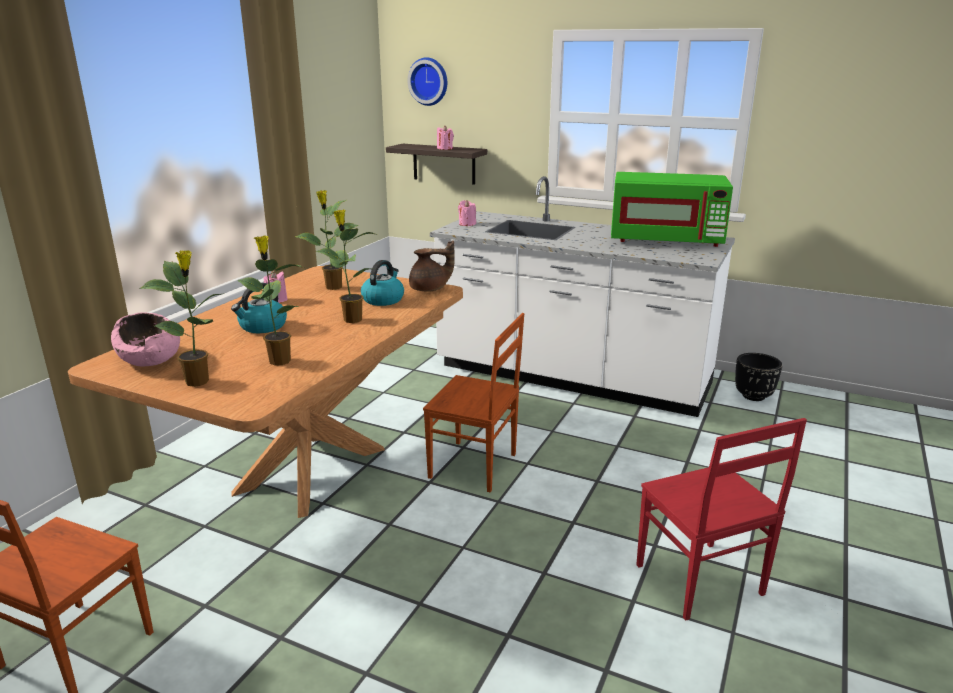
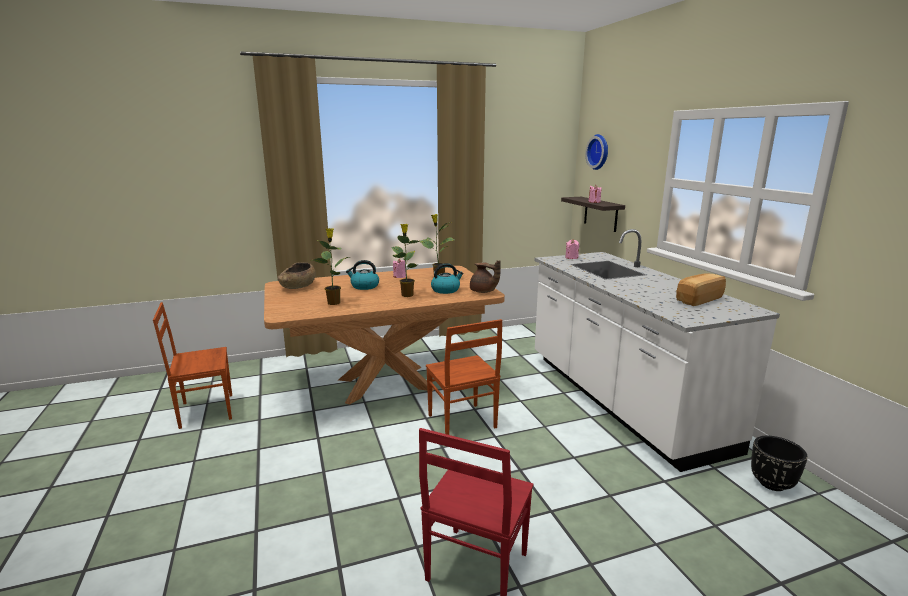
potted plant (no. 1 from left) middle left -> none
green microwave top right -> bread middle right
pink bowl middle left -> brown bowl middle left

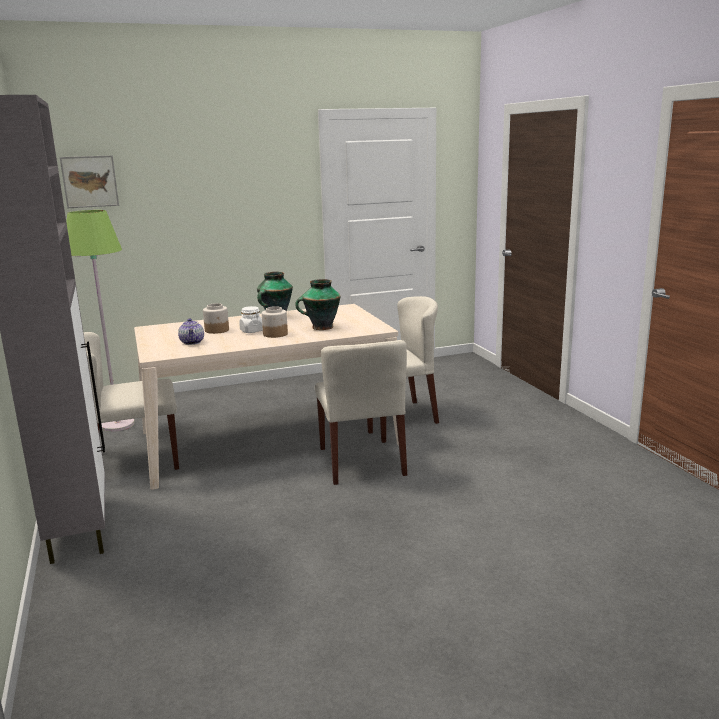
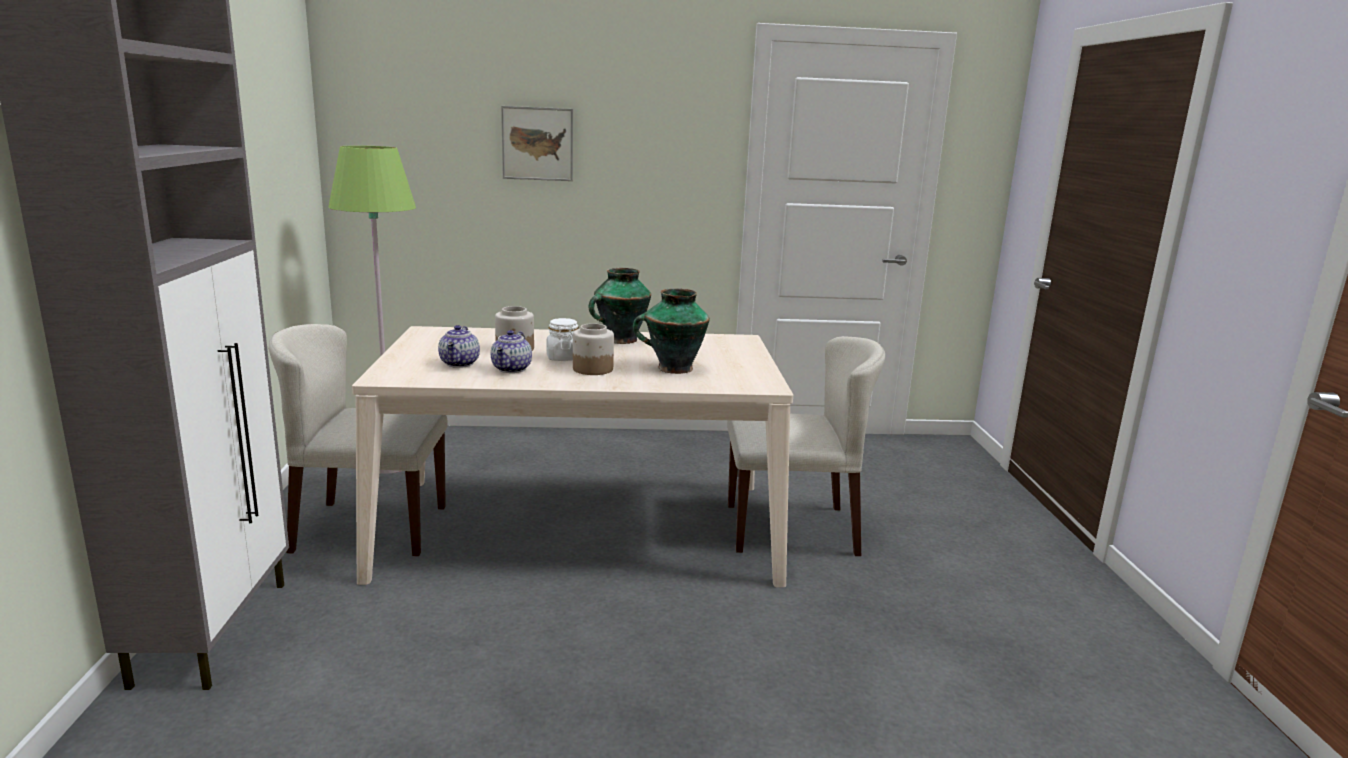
beige chair (no. 2 from left) centre -> none
none -> teapot (no. 2 from left) centre
picture top left -> picture top centre, relocated

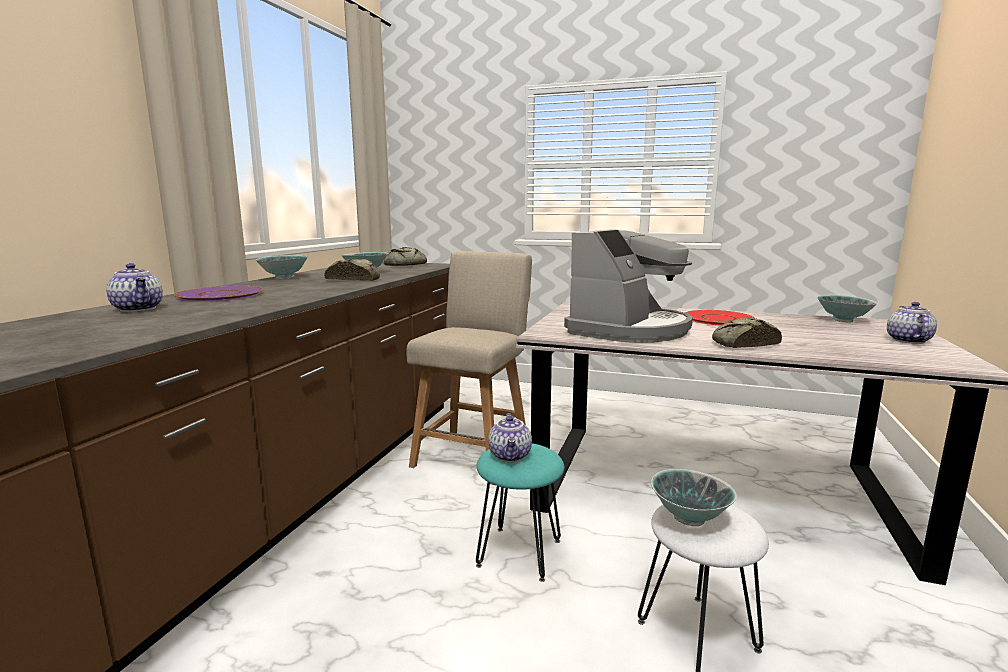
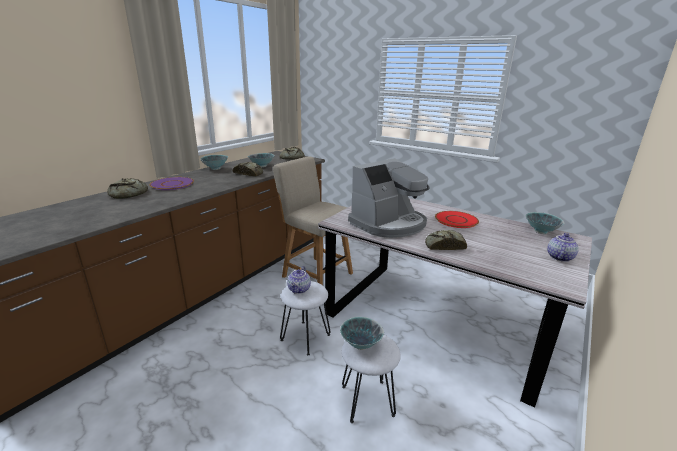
teapot (no. 1 from left) middle left -> bread (no. 1 from left) middle left
turquoise stool bottom centre -> white stool (no. 1 from left) bottom centre
beige chair centre, 90 degrees counterclockwise

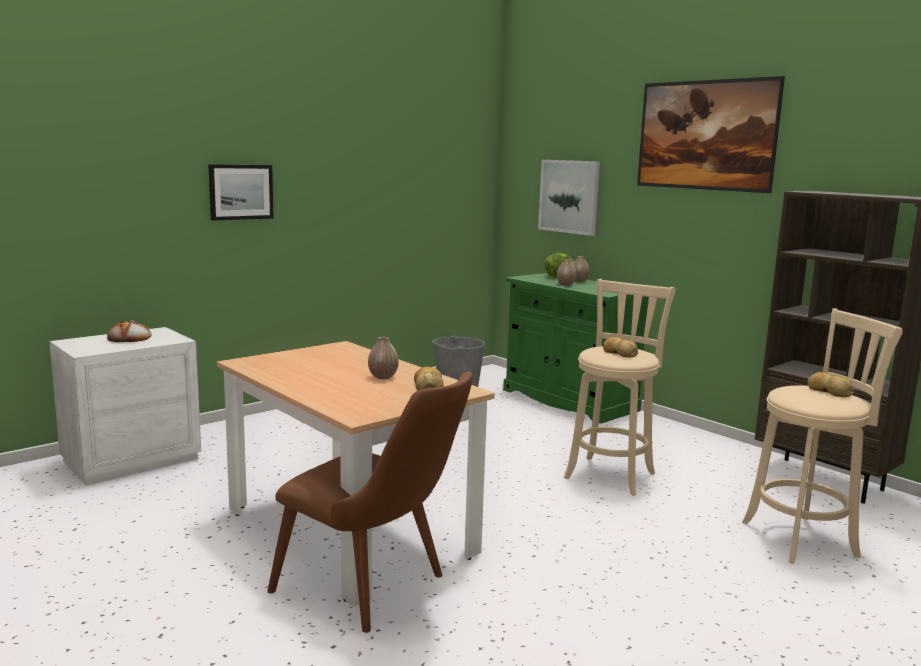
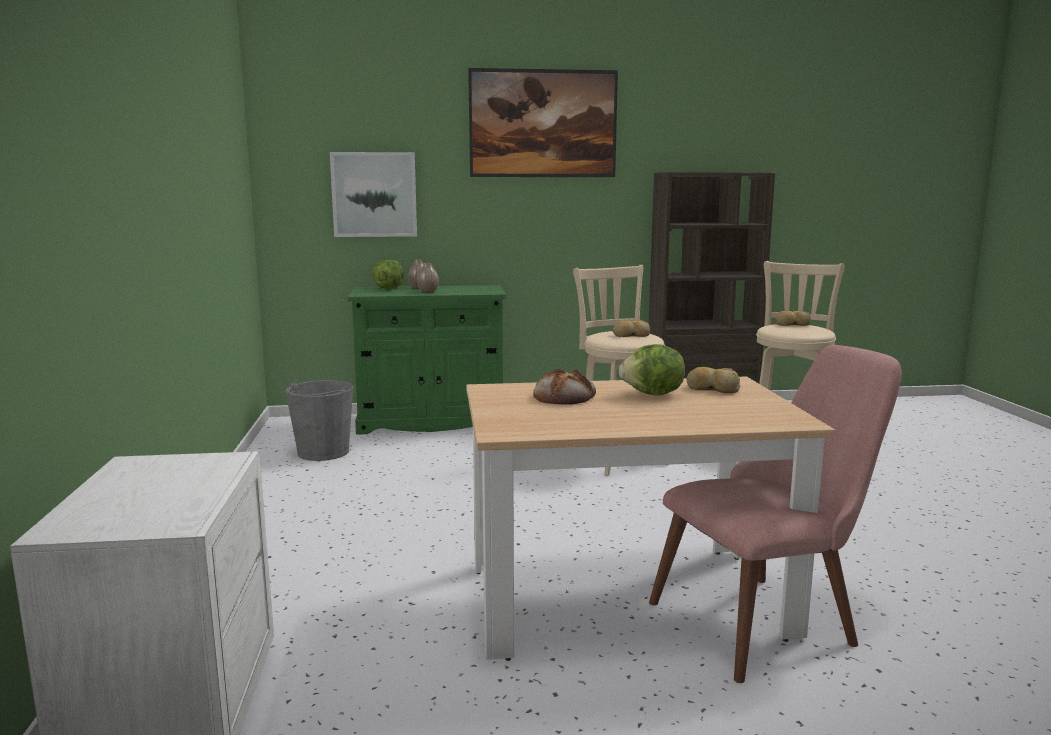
picture (no. 1 from left) top left -> none
bread (no. 1 from left) middle left -> bread (no. 1 from left) centre, relocated
vase (no. 1 from left) centre -> lettuce (no. 2 from left) centre
brown chair bottom centre -> pink chair bottom right

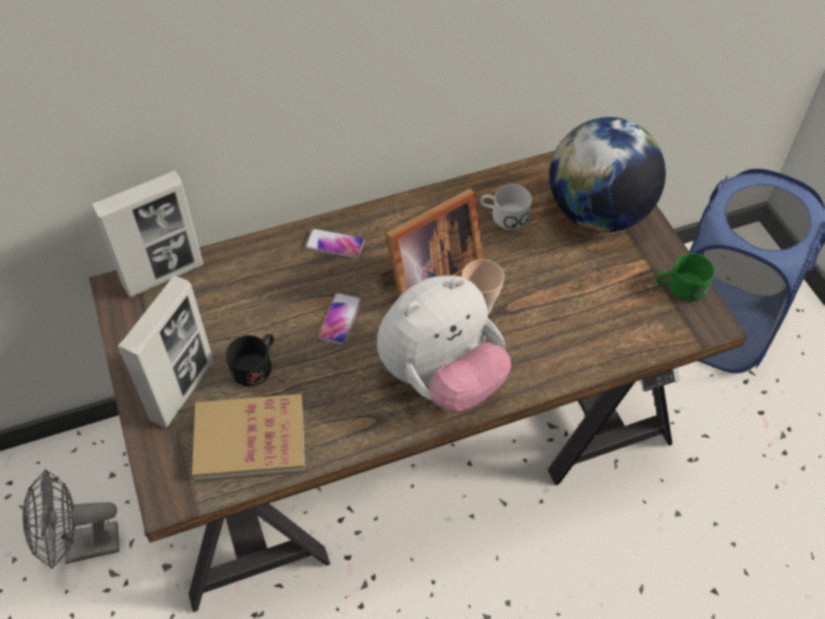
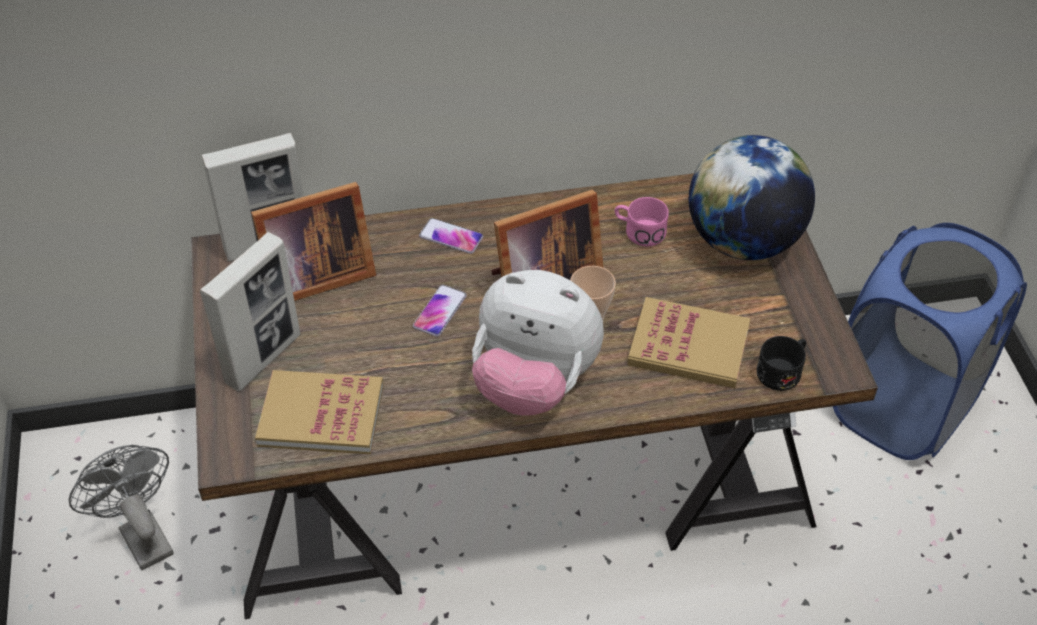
green mug middle right -> none
none -> picture frame (no. 3 from left) middle left
none -> book (no. 2 from left) centre
black mug middle left -> black mug middle right, relocated
white mug centre -> pink mug centre
grey fan bottom left, 60 degrees clockwise
plush toy centre, 45 degrees clockwise

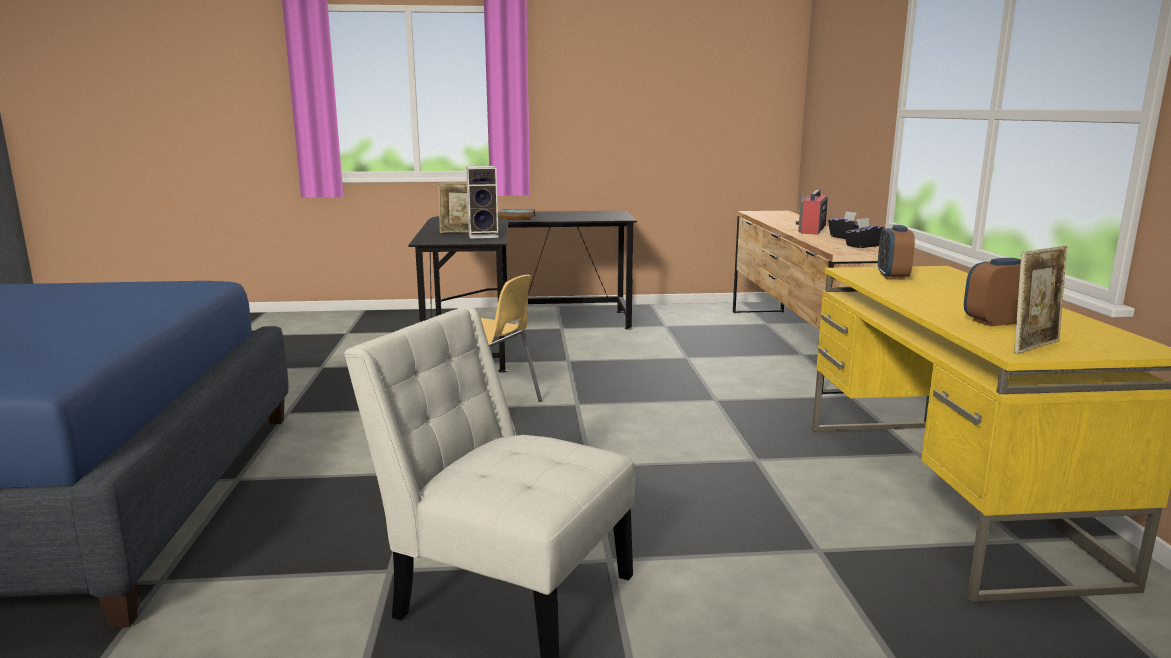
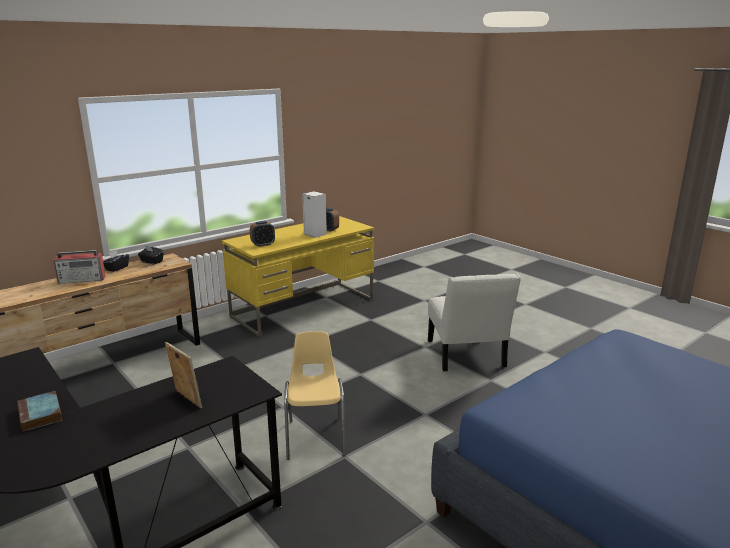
picture frame (no. 2 from left) middle right -> none
speaker top centre -> speaker centre, relocated

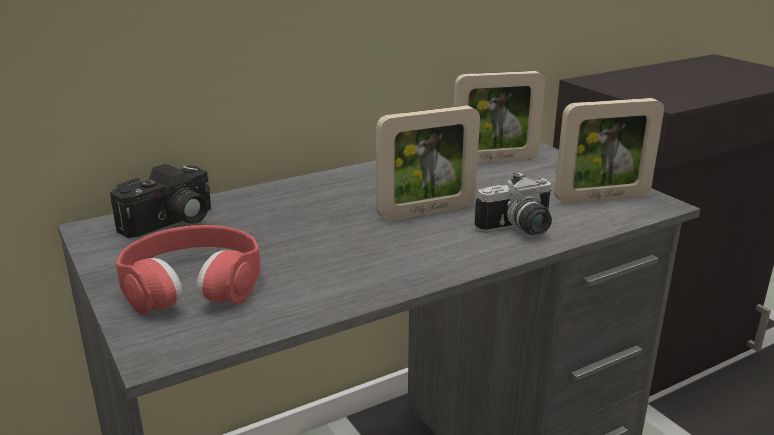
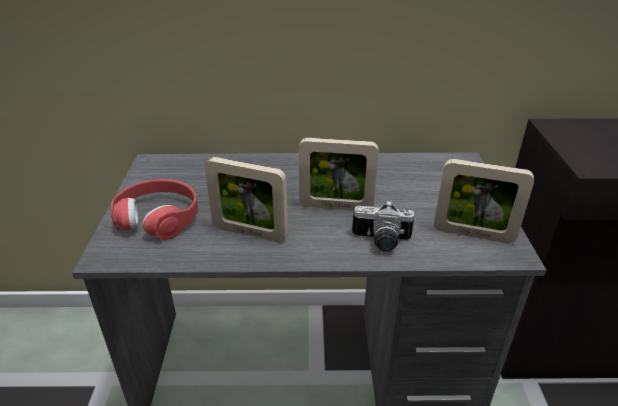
photo camera (no. 1 from left) middle left -> none
picture frame (no. 2 from left in the first image) top centre -> picture frame (no. 1 from left) centre, relocated

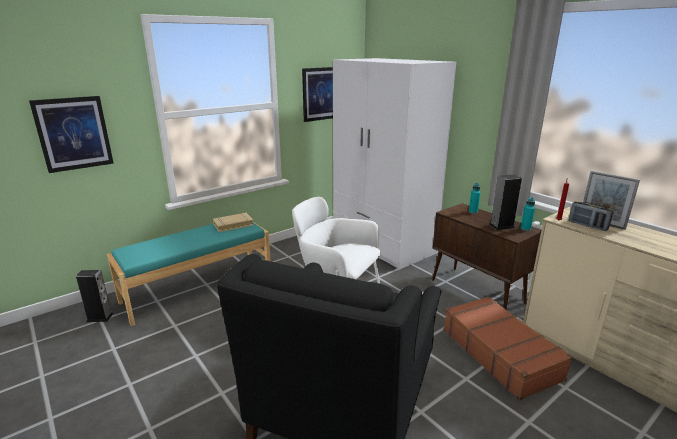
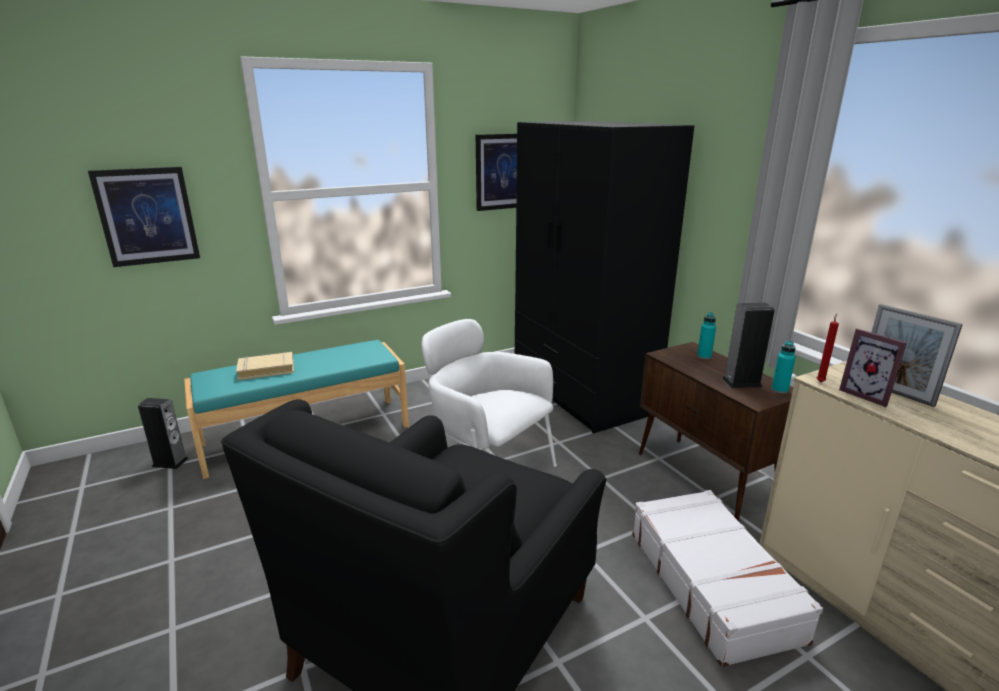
beige book centre -> beige book middle left, relocated
radio middle right -> picture frame (no. 1 from left) middle right
white wardrobe centre -> black wardrobe centre
brown suitcase bottom right -> white suitcase bottom right

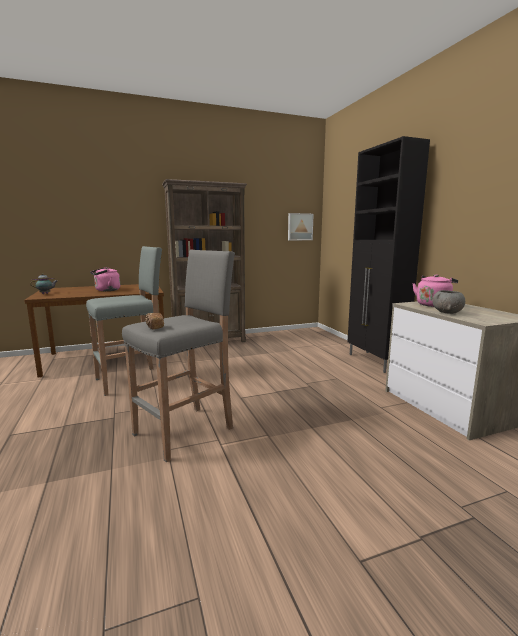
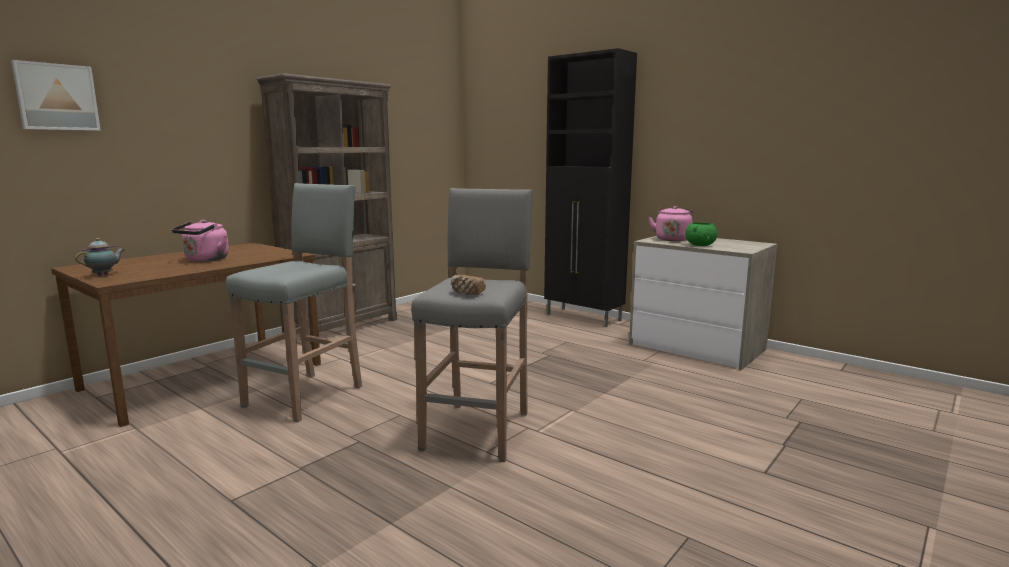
picture centre -> picture top left, relocated
grey bowl middle right -> green bowl middle right

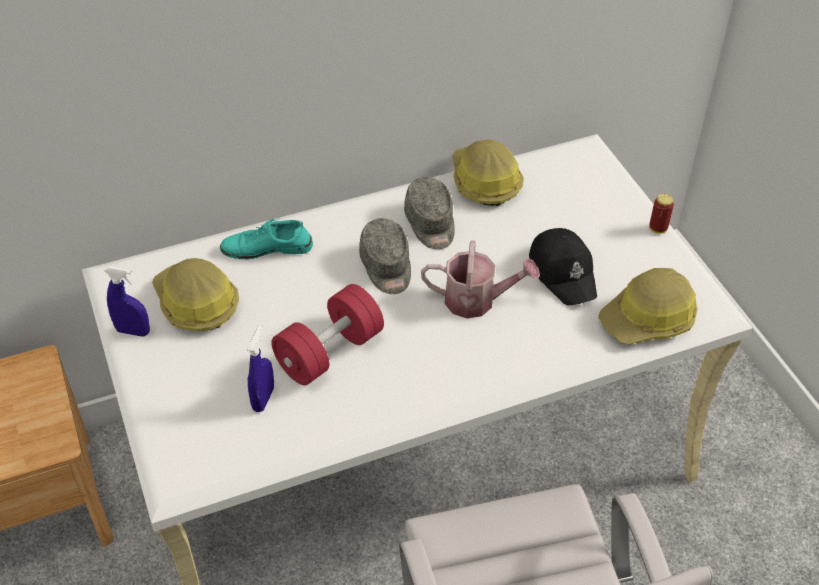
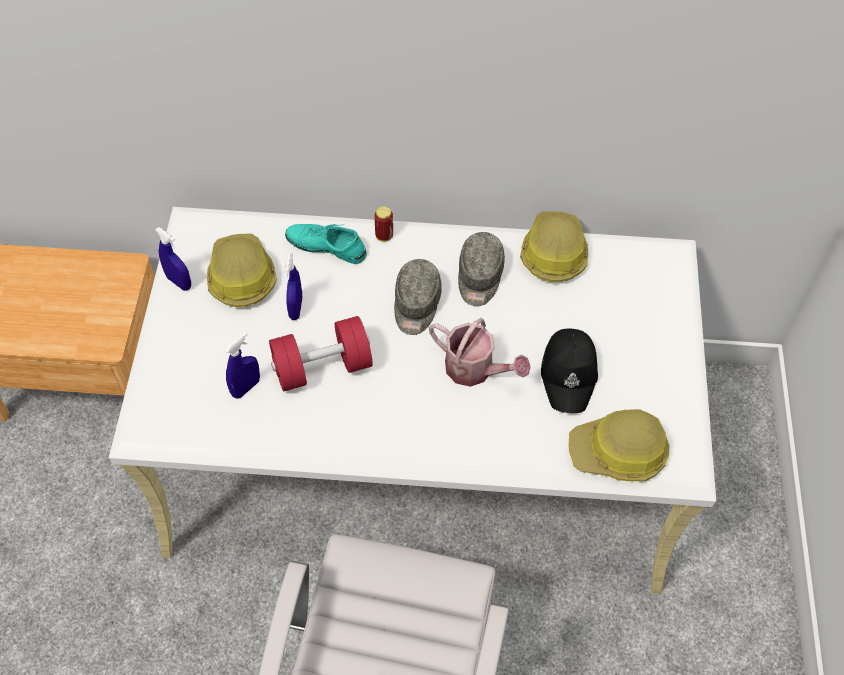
none -> blue spray bottle (no. 3 from left) centre
can middle right -> can top centre, relocated

